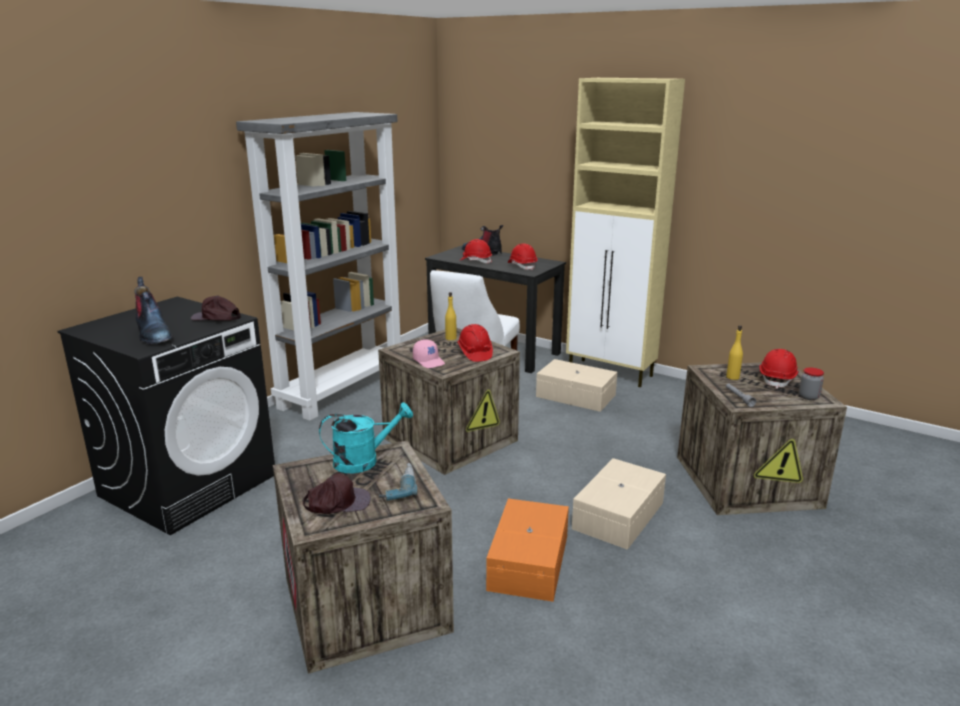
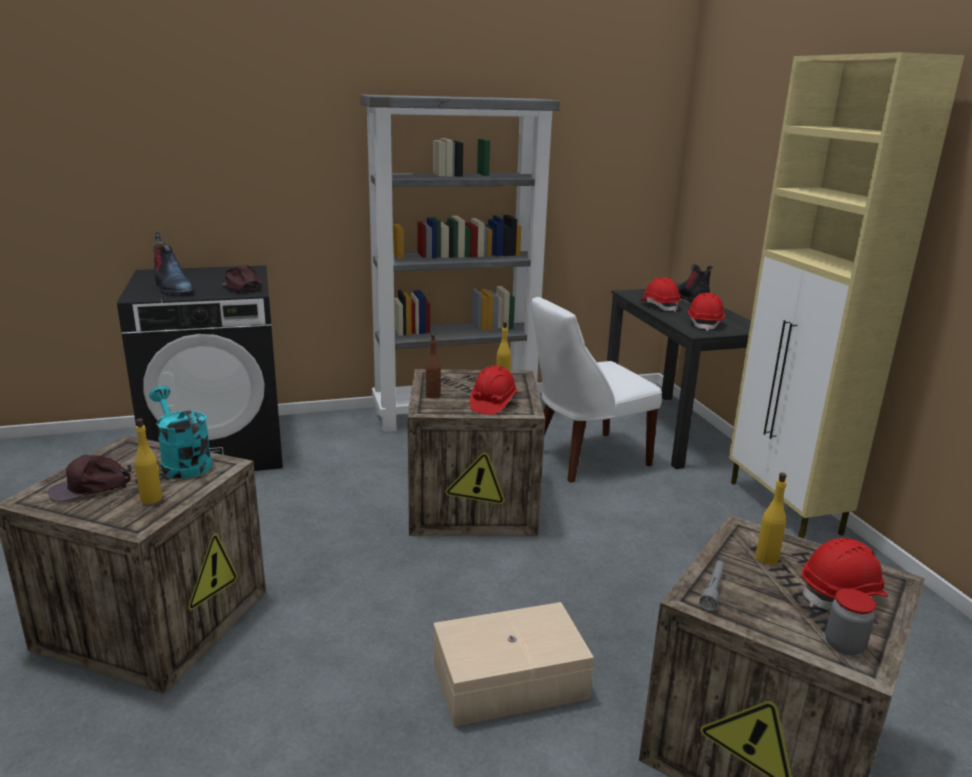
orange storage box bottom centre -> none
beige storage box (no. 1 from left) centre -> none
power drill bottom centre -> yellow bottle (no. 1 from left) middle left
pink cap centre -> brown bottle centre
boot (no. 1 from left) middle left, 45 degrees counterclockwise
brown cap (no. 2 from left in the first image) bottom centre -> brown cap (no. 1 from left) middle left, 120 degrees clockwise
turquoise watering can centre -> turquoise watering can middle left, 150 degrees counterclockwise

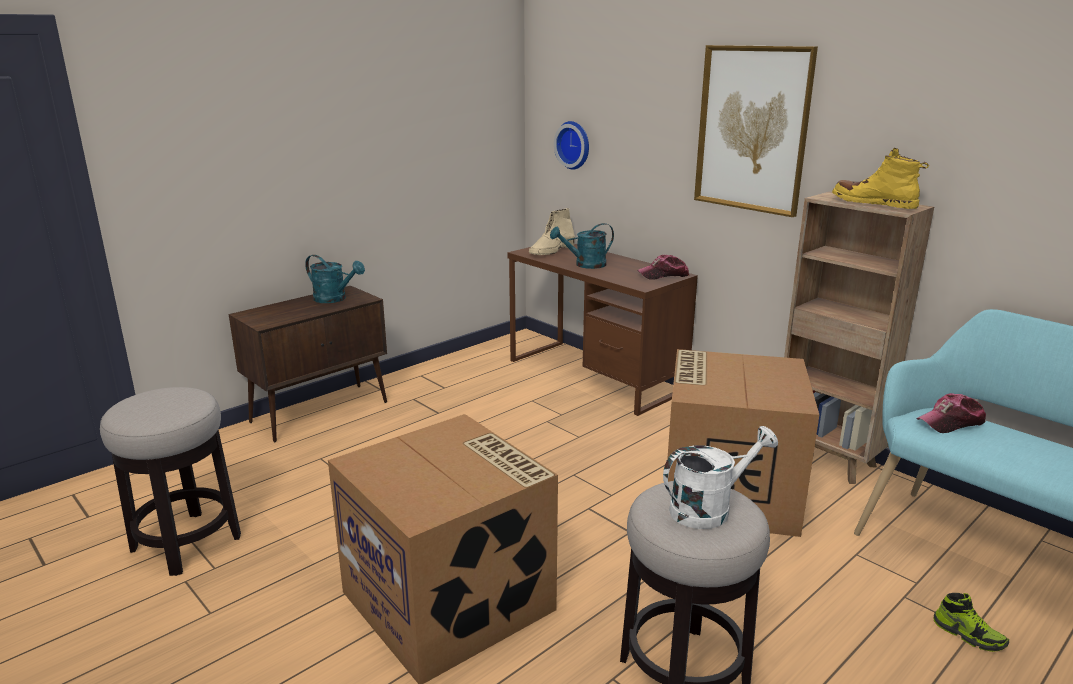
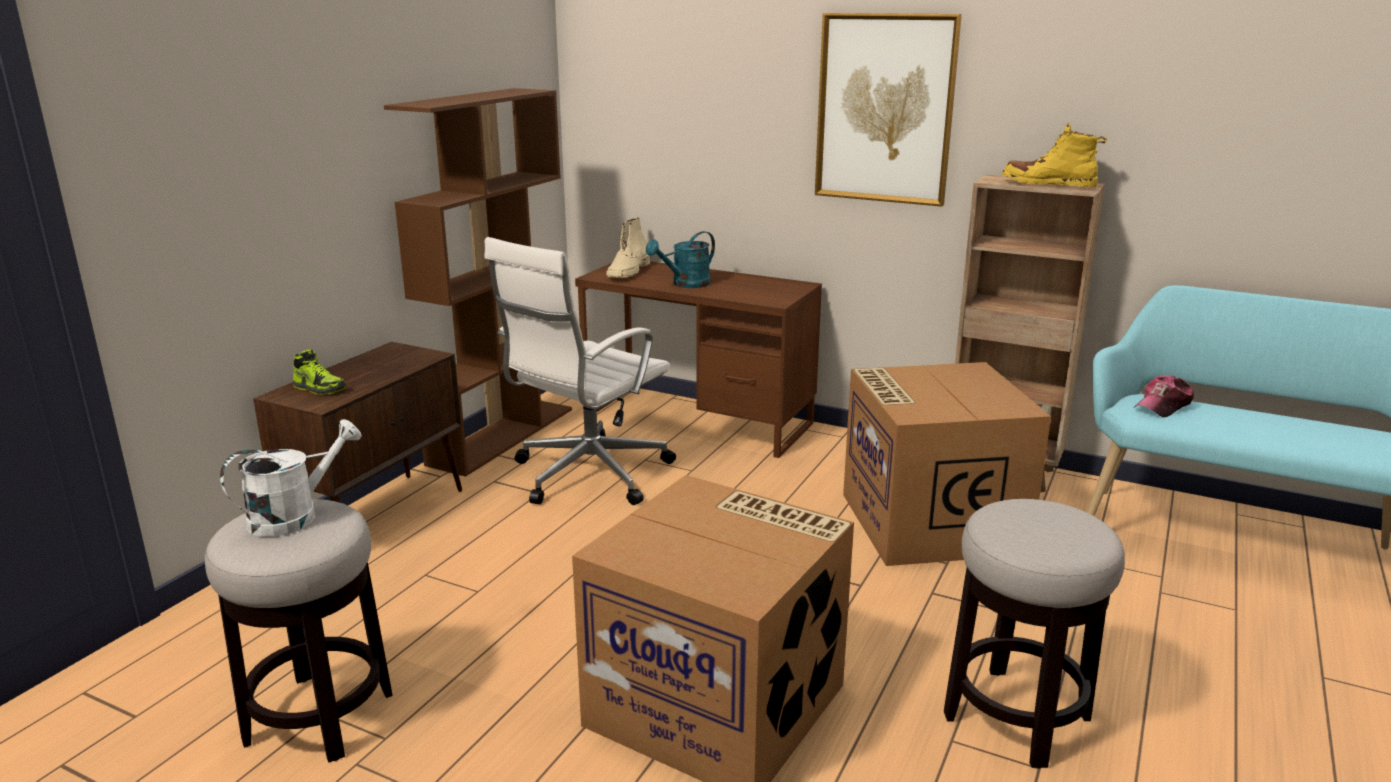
turquoise watering can (no. 1 from left) middle left -> none
wall clock top centre -> none
cap (no. 1 from left) centre -> none
none -> brown bookcase (no. 1 from left) centre
none -> white office chair centre
white watering can bottom right -> white watering can middle left, relocated
shoe bottom right -> shoe middle left, relocated

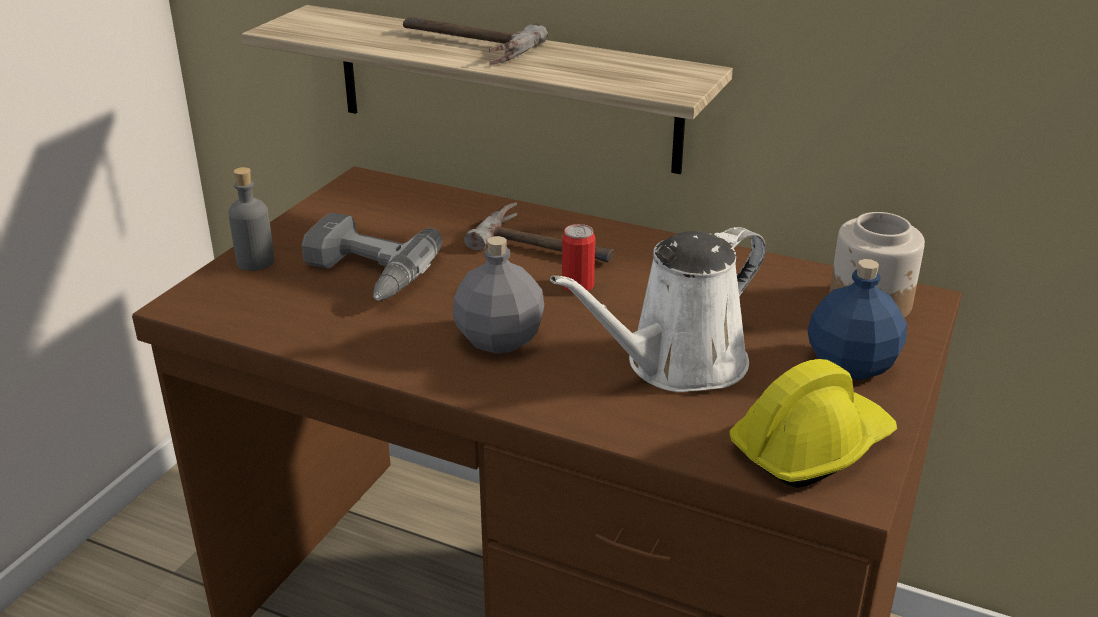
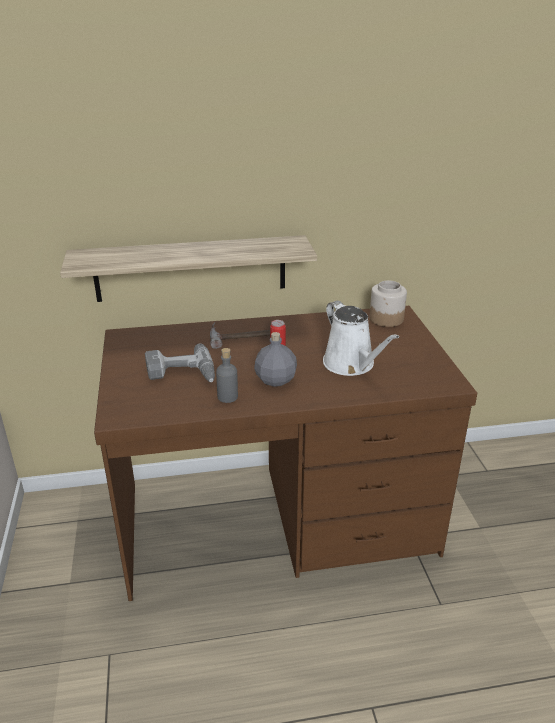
hammer (no. 1 from left) top centre -> none
yellow hard hat bottom right -> none
blue bottle middle right -> none
grey bottle (no. 1 from left) middle left -> grey bottle (no. 1 from left) centre, relocated
white watering can centre, 45 degrees counterclockwise

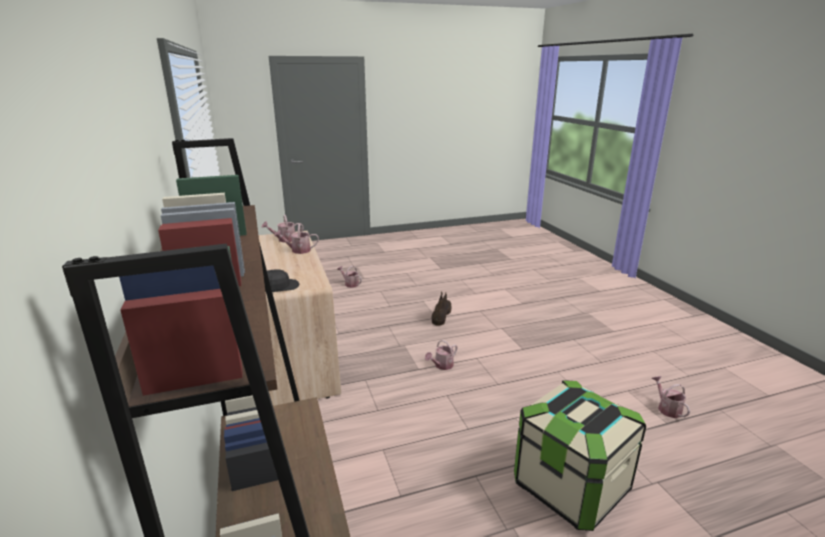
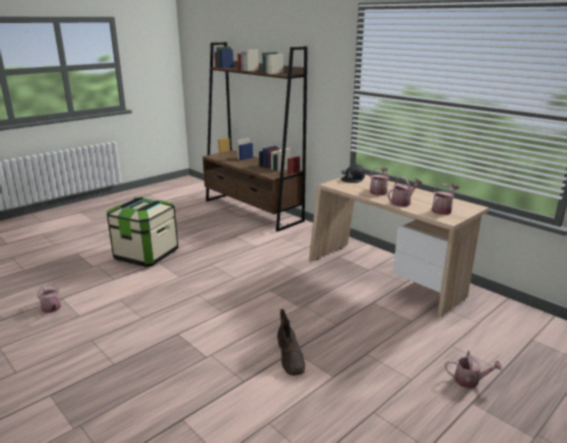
watering can (no. 4 from left in the first image) centre -> watering can (no. 2 from left) middle right, relocated

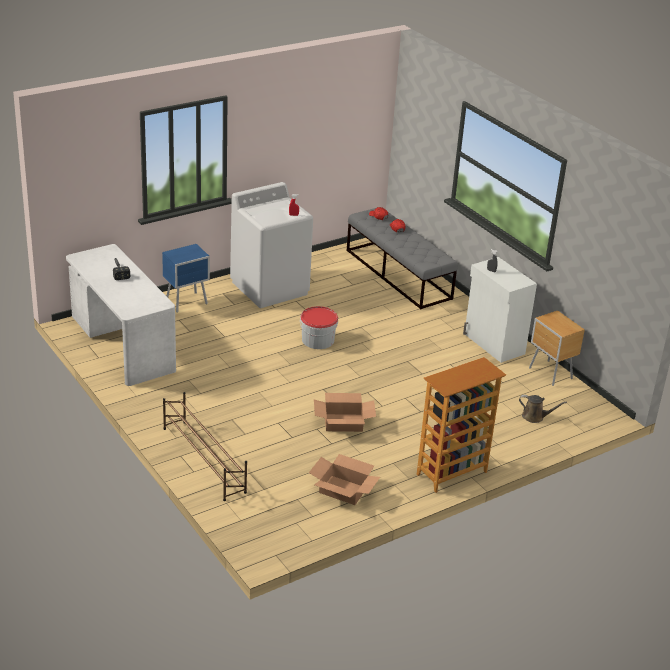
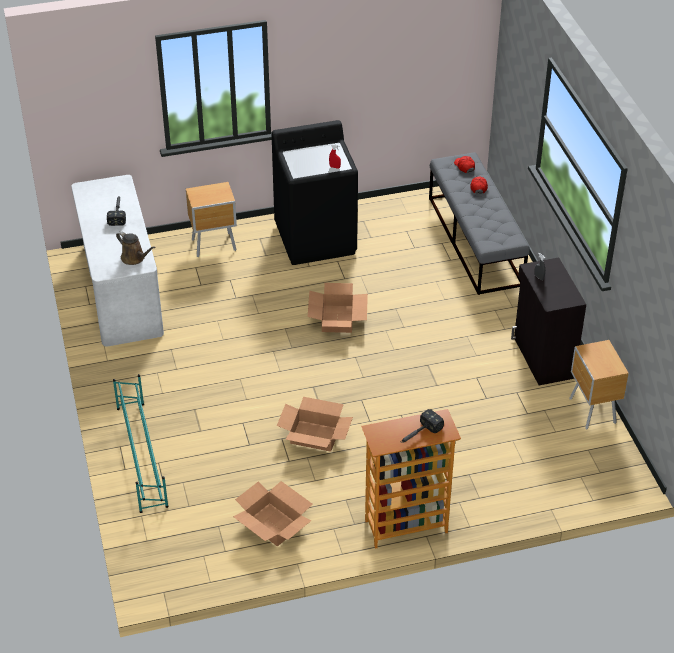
none -> hammer (no. 2 from left) centre
brown watering can middle right -> brown watering can middle left, relocated
bucket centre -> cardboard box (no. 3 from left) centre
blue nightstand middle left -> brown nightstand (no. 1 from left) middle left
brown shoe rack middle left -> turquoise shoe rack bottom left
white washing machine centre -> black washing machine top centre
white cabinet middle right -> black cabinet middle right

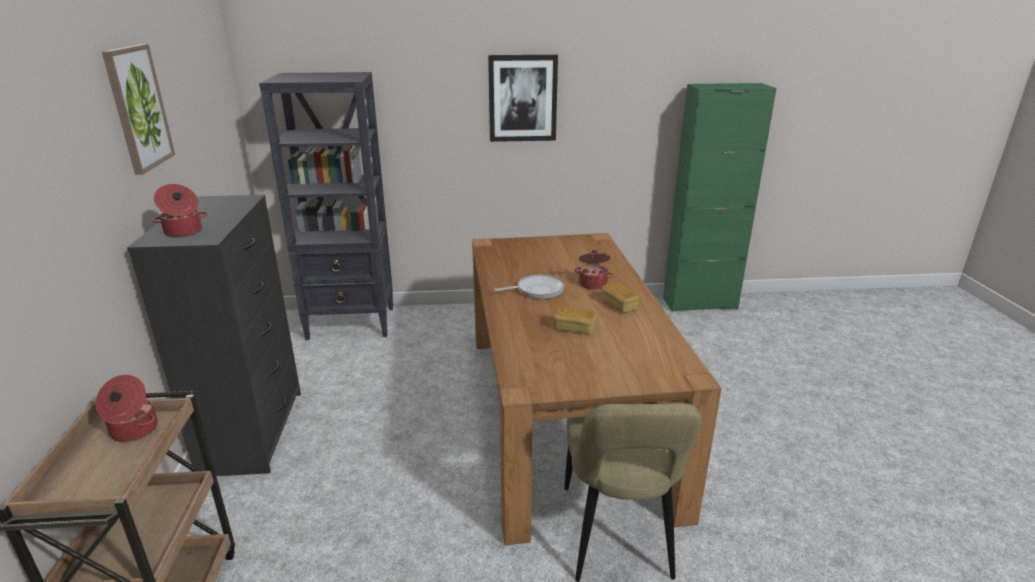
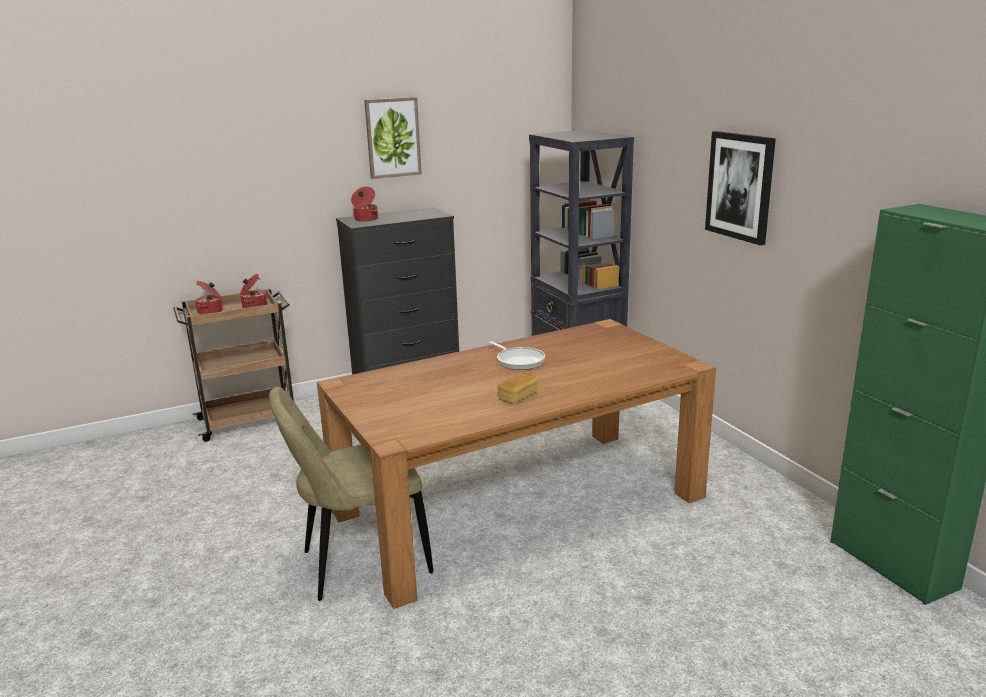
bread (no. 1 from left) centre -> none
cooking pot (no. 3 from left in the first image) centre -> cooking pot (no. 1 from left) middle left, relocated

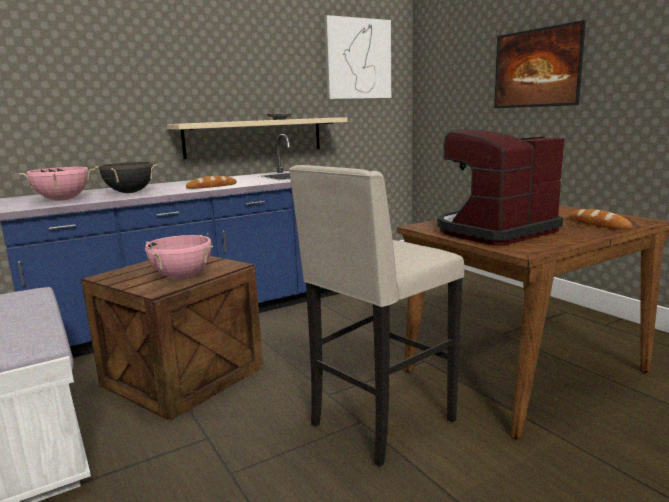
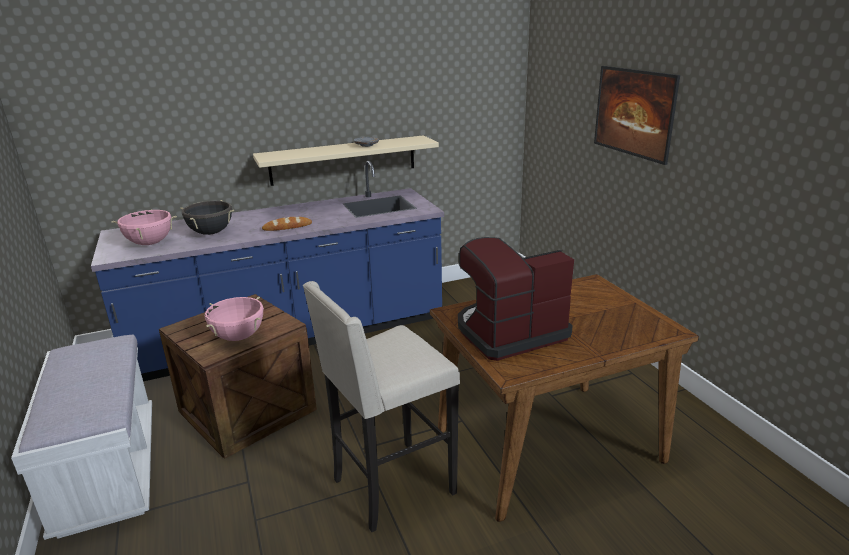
picture (no. 1 from left) top centre -> none
bread (no. 2 from left) middle right -> none

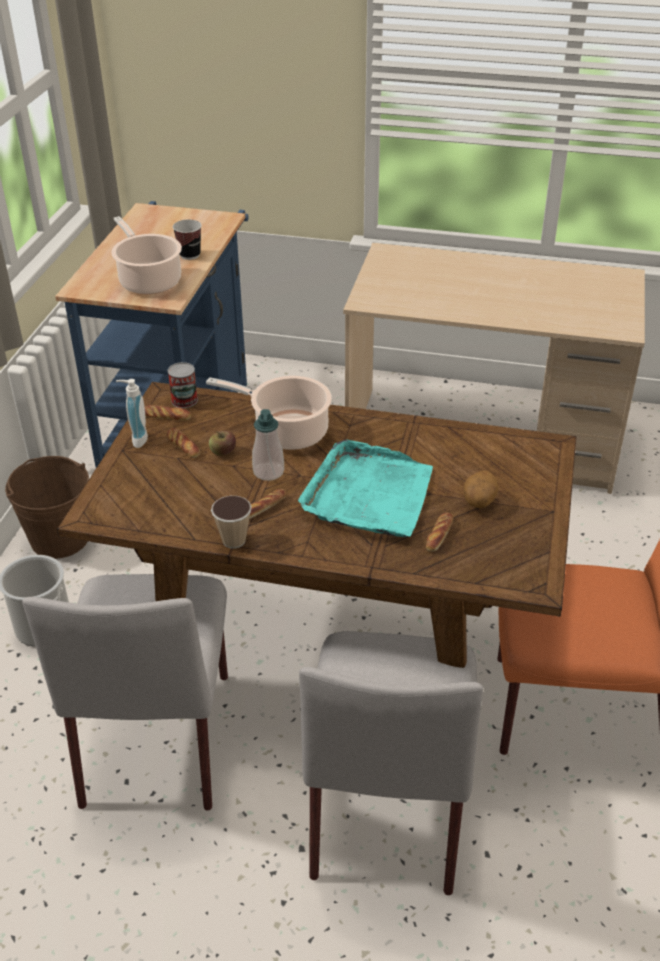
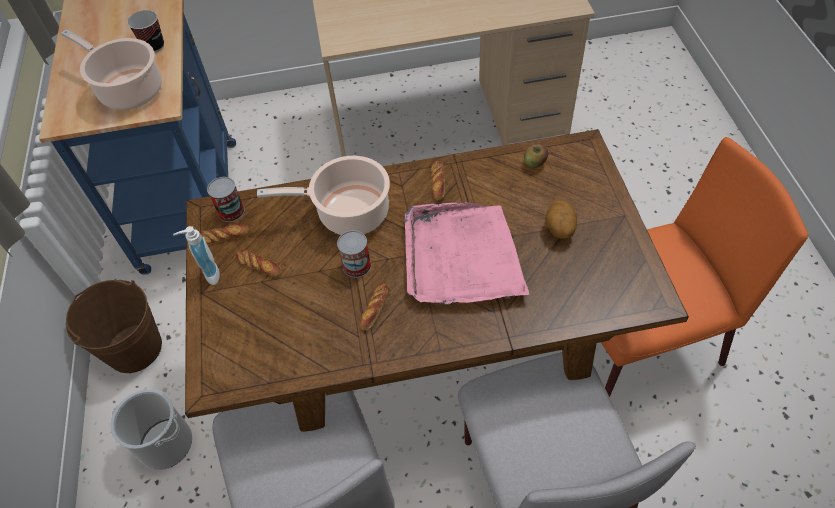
cup (no. 2 from left) centre -> none
apple centre -> apple top centre, relocated
bread (no. 4 from left) middle right -> bread (no. 4 from left) centre, relocated
soap dispenser (no. 2 from left) centre -> can (no. 2 from left) centre
turquoise tray centre -> pink tray centre

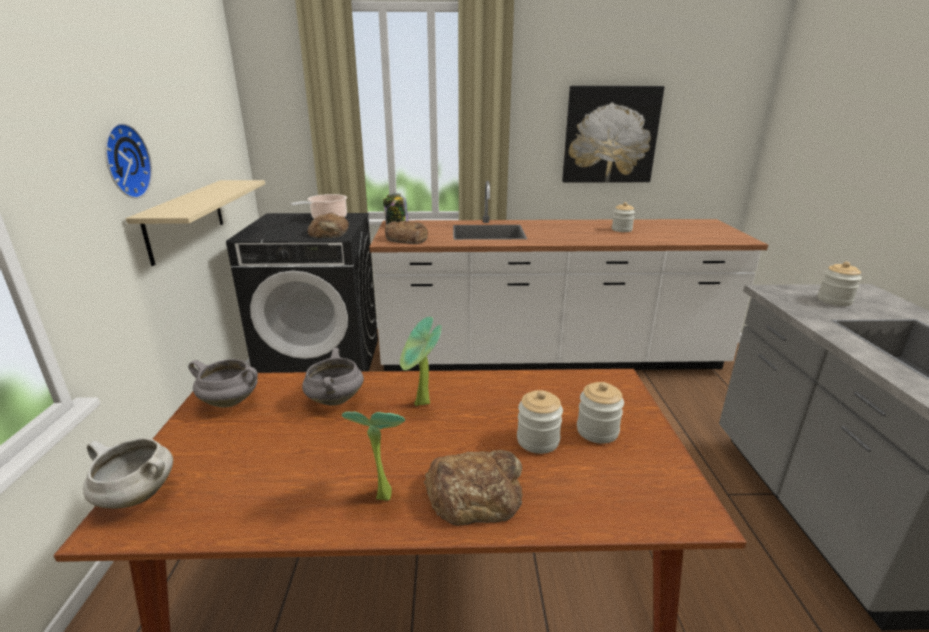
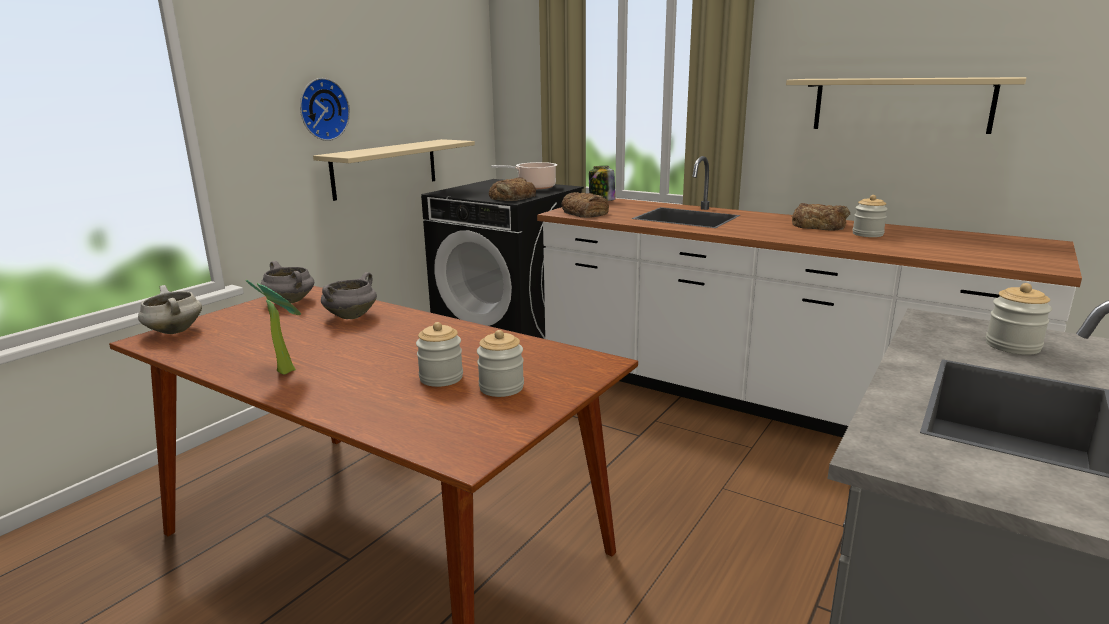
potted plant (no. 2 from left) centre -> none
bread (no. 3 from left) bottom centre -> bread (no. 3 from left) middle right, relocated
picture top centre -> beige shelf (no. 2 from left) top right

